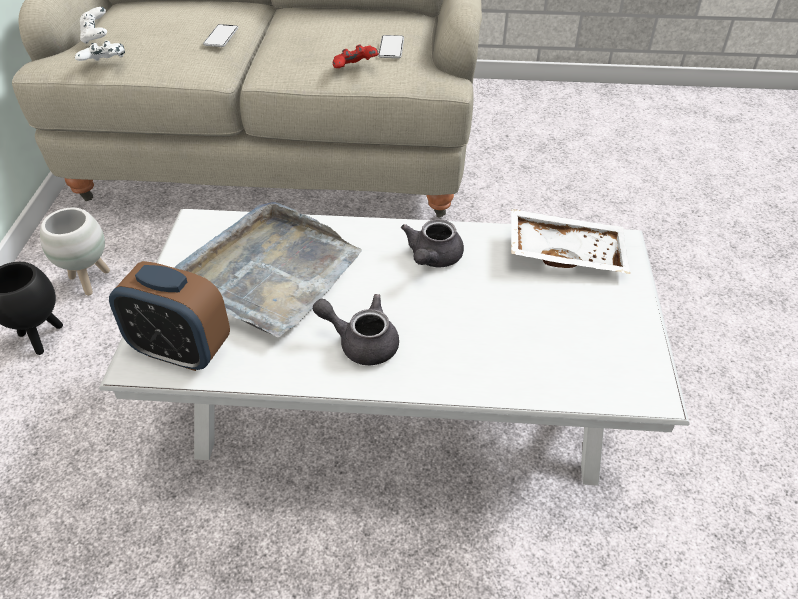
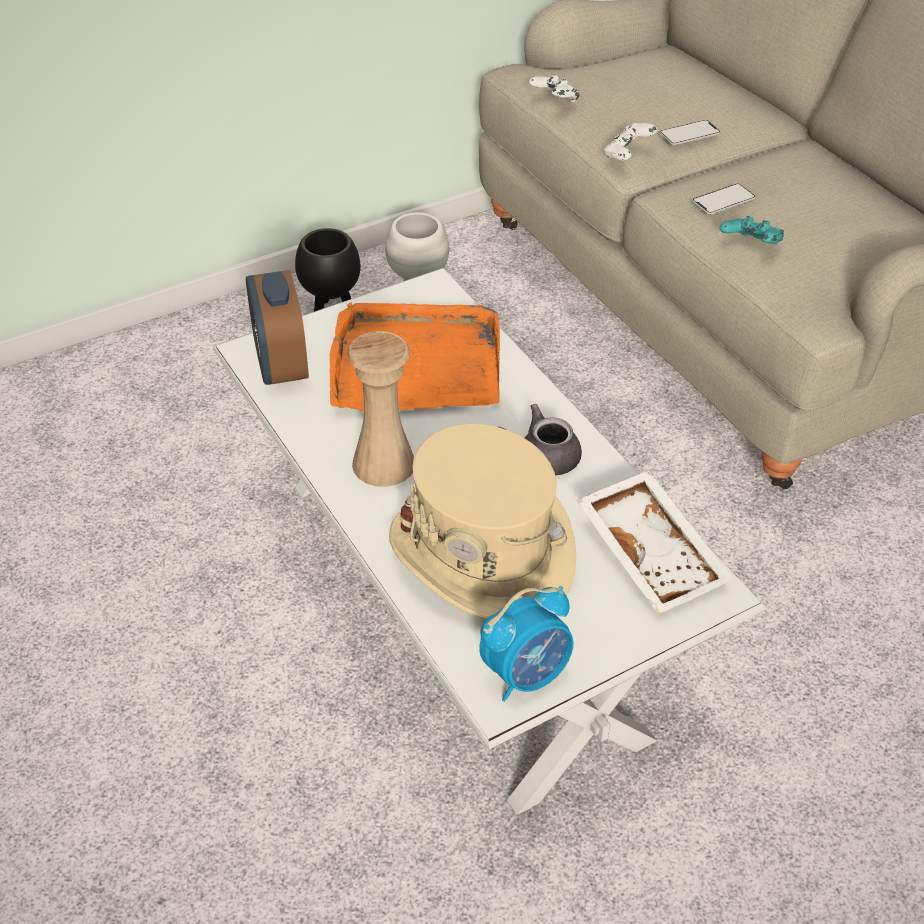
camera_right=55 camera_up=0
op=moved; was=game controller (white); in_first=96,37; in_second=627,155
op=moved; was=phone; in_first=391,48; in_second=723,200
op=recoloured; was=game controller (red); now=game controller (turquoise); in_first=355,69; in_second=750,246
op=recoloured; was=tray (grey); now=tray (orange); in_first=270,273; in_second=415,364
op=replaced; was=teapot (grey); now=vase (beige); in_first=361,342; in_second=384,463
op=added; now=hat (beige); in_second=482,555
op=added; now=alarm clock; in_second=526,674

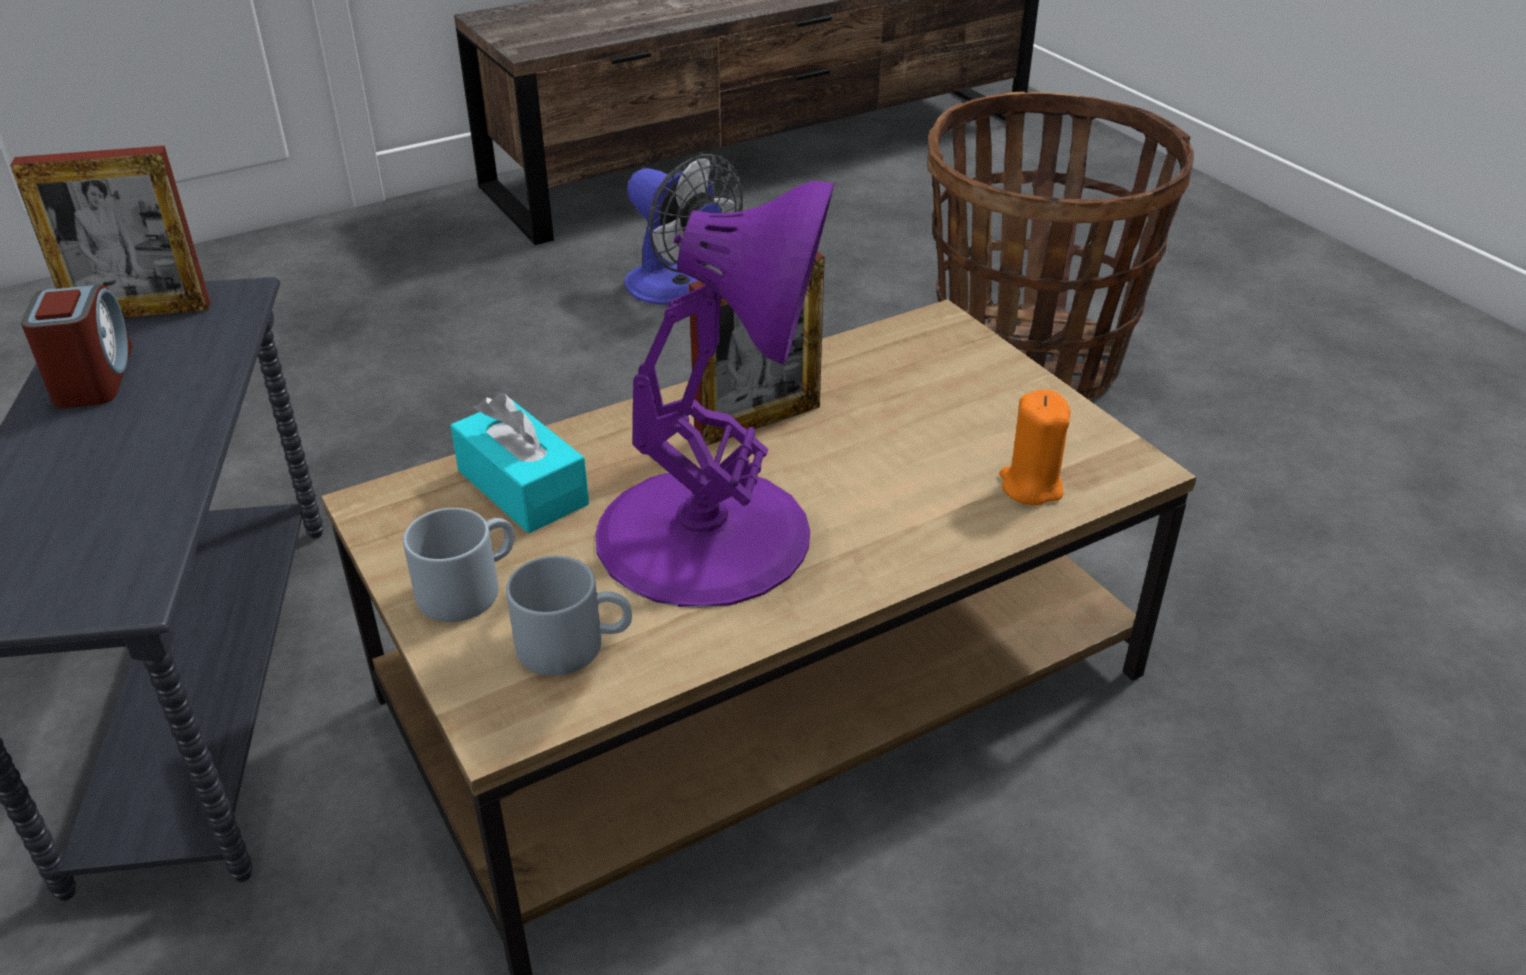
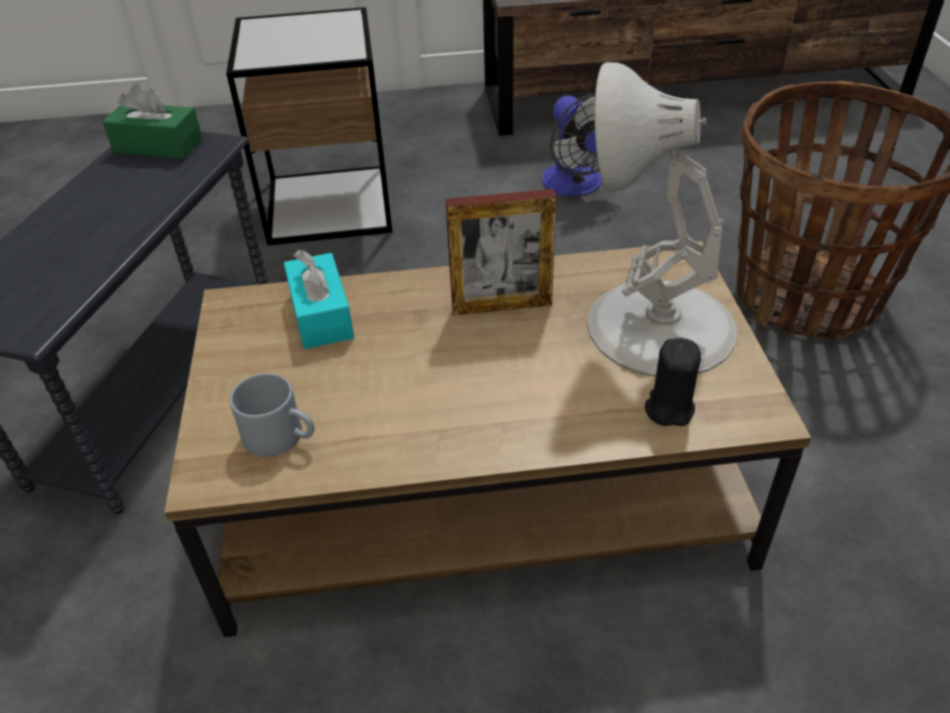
camera_right=25 camera_up=5
op=replaced; was=picture frame; now=tissue box (green); in_first=140,312; in_second=158,146
op=removed; was=table lamp (purple); in_first=708,534
op=removed; was=alarm clock; in_first=93,377
op=recoloured; was=candle (orange); now=candle (black); in_first=1030,486; in_second=669,409
op=removed; was=mug (grey); in_first=469,586
op=added; now=side table; in_second=329,205
op=added; now=table lamp (white); in_second=657,326

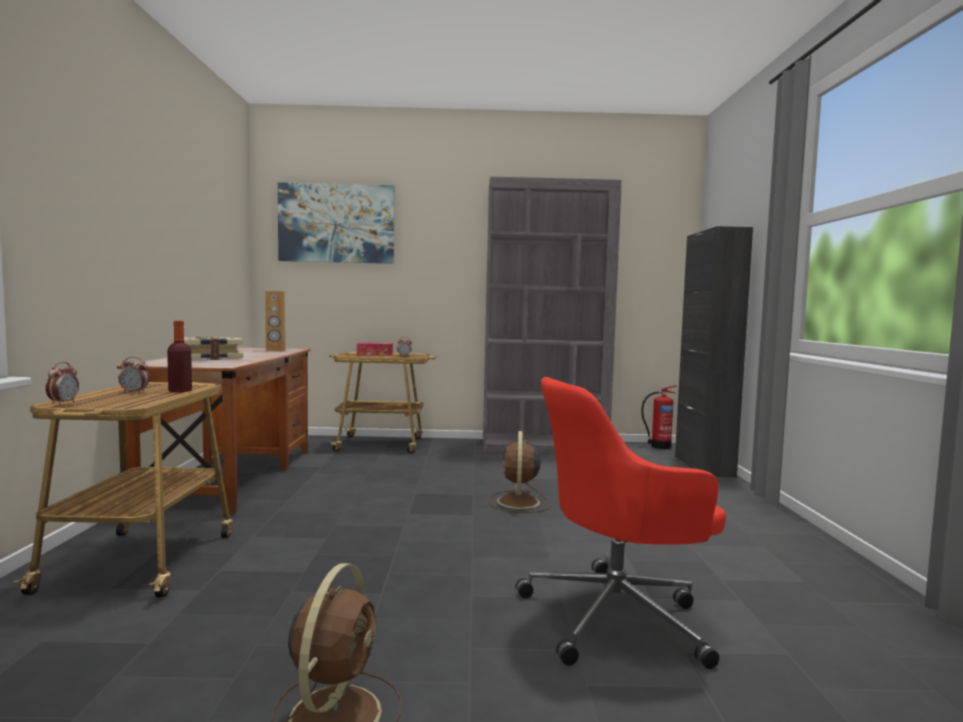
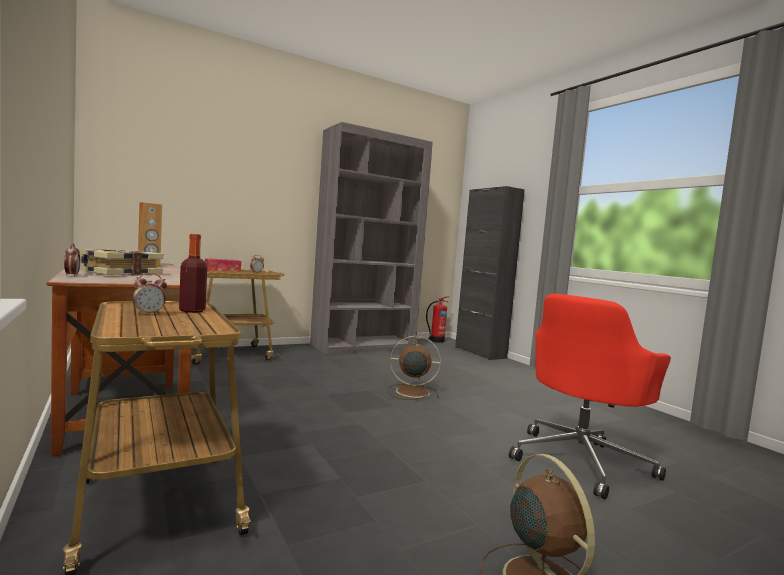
camera_right=-30 camera_up=0
op=removed; was=picture; in_first=336,223
op=moved; was=alarm clock; in_first=63,403; in_second=72,275
op=turned; was=fan (brown); in_first=518,502; in_second=410,392; clockwise=120

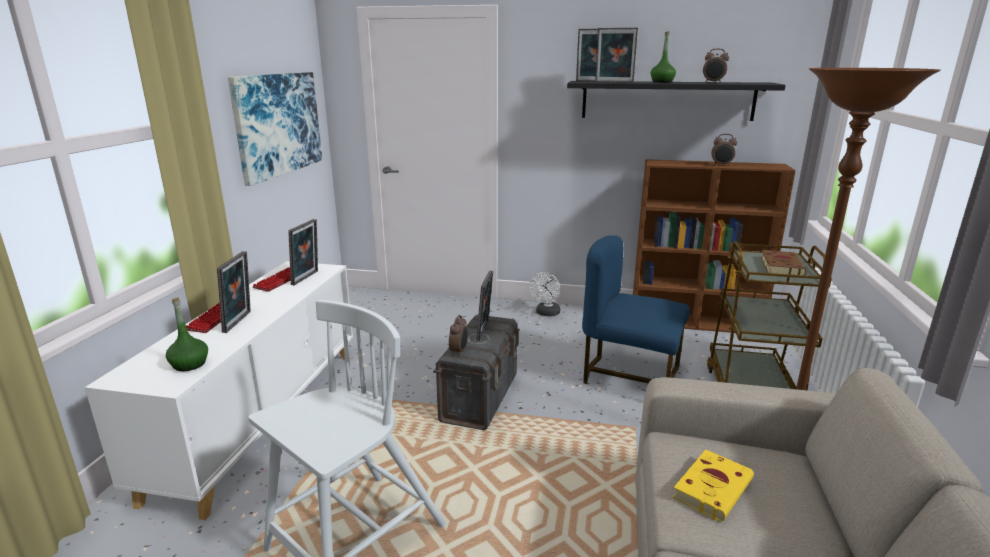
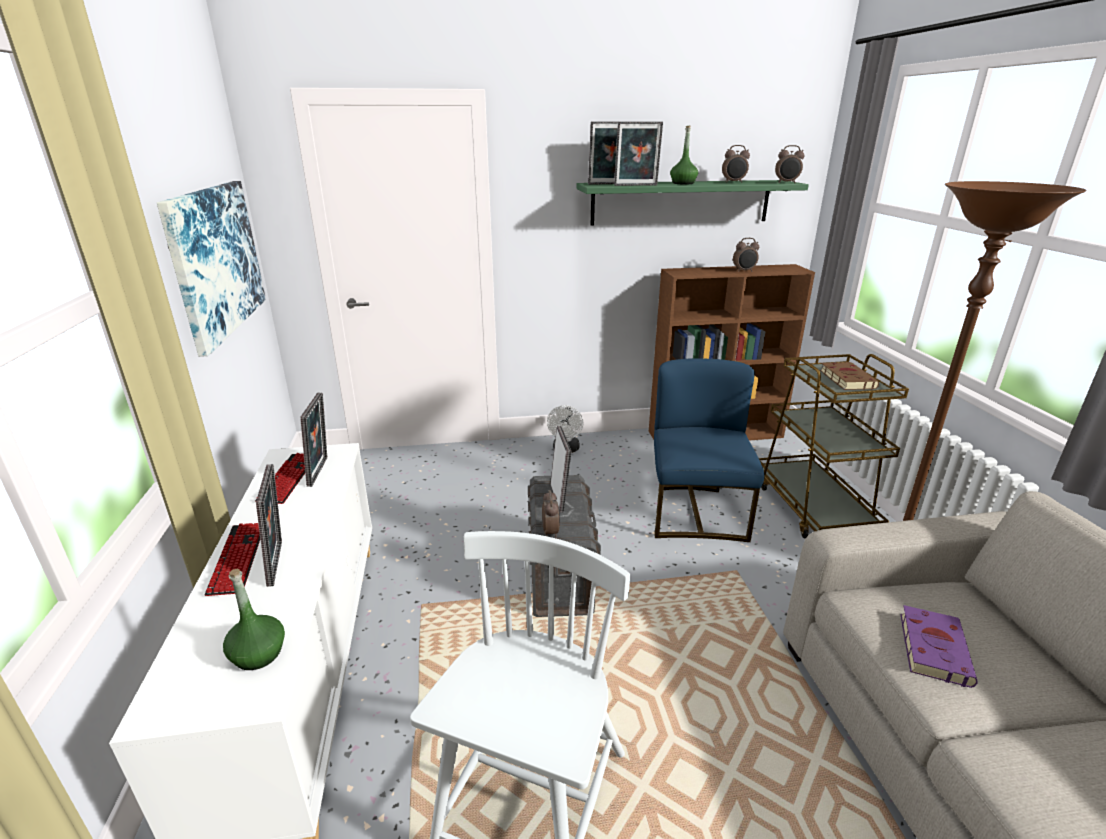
camera_right=-20 camera_up=5
op=recoloured; was=shelf (black); now=shelf (green); in_first=667,100; in_second=681,202
op=turned; was=chair (blue); in_first=630,378; in_second=696,512; clockwise=90
op=recoloured; was=book (yellow); now=book (purple); in_first=713,487; in_second=933,647
op=added; now=alarm clock; in_second=786,183

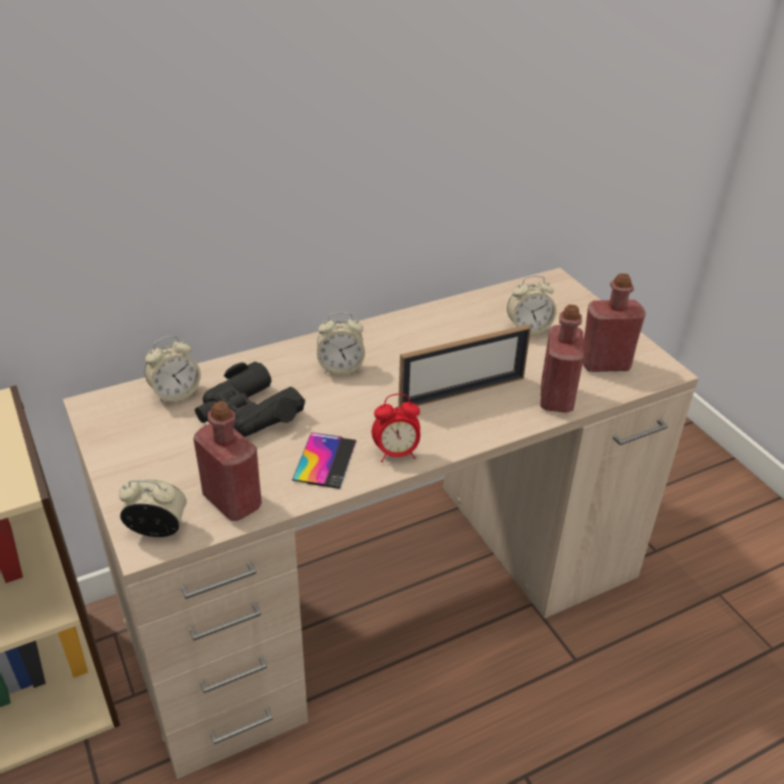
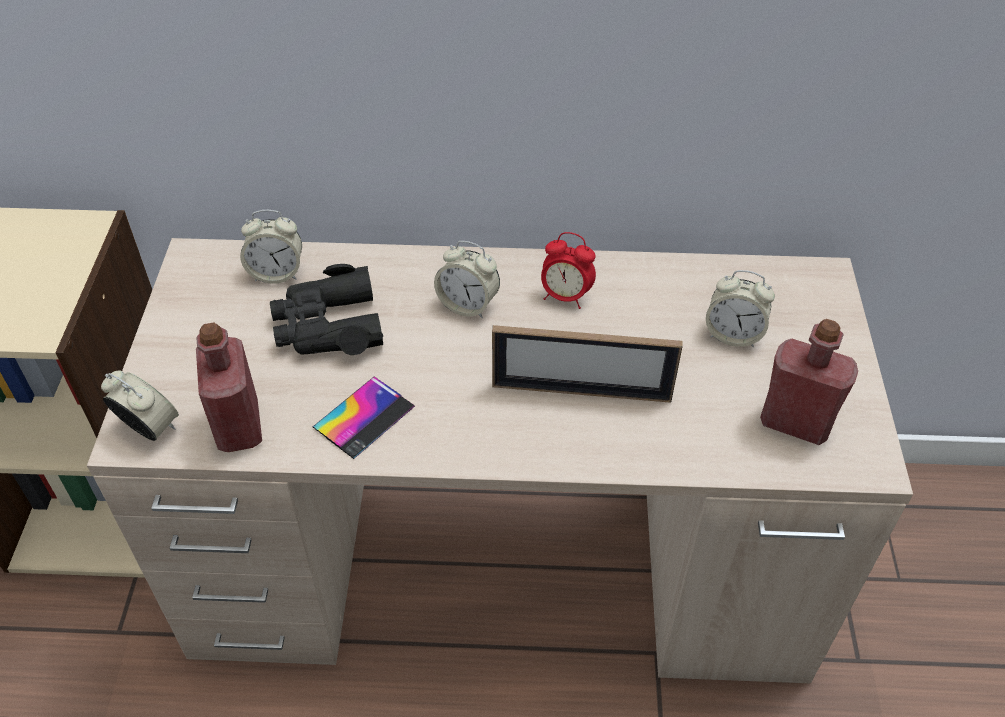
camera_right=30 camera_up=10
op=removed; was=bottle (red); in_first=556,398
op=moved; was=alarm clock; in_first=396,453; in_second=565,297

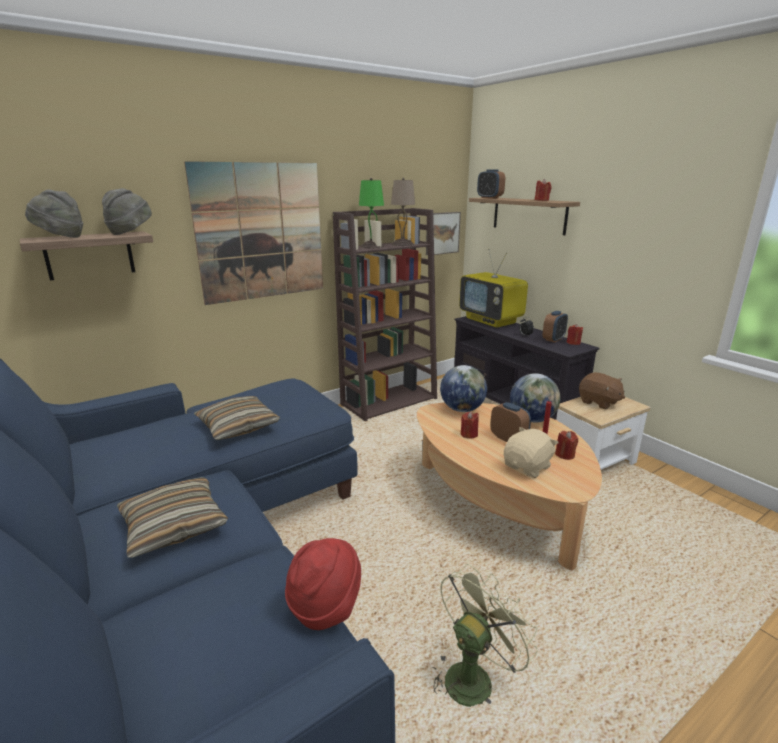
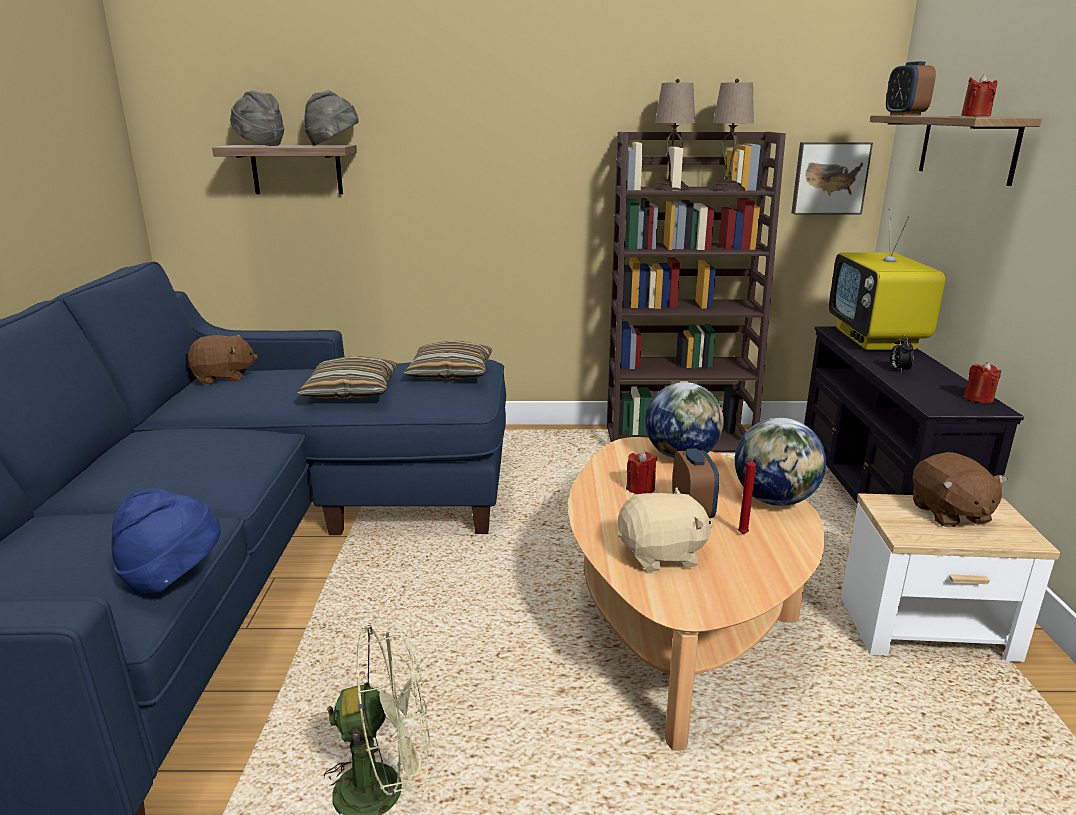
camera_right=35 camera_up=0
op=removed; was=picture; in_first=261,232
op=recoloured; was=table lamp (green); now=table lamp (beige); in_first=371,246; in_second=670,188
op=removed; was=alarm clock; in_first=553,339
op=removed; was=candle (red); in_first=565,454
op=moved; was=pillow; in_first=174,526; in_second=451,373
op=recoloured; was=hat (red); now=hat (blue); in_first=325,605; in_second=173,577
op=added; now=plush toy (brown); in_second=224,378

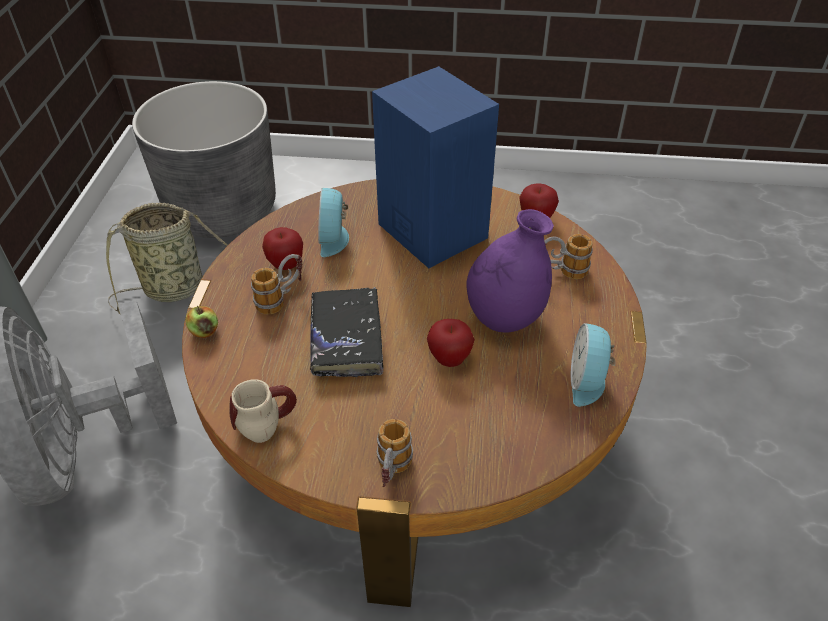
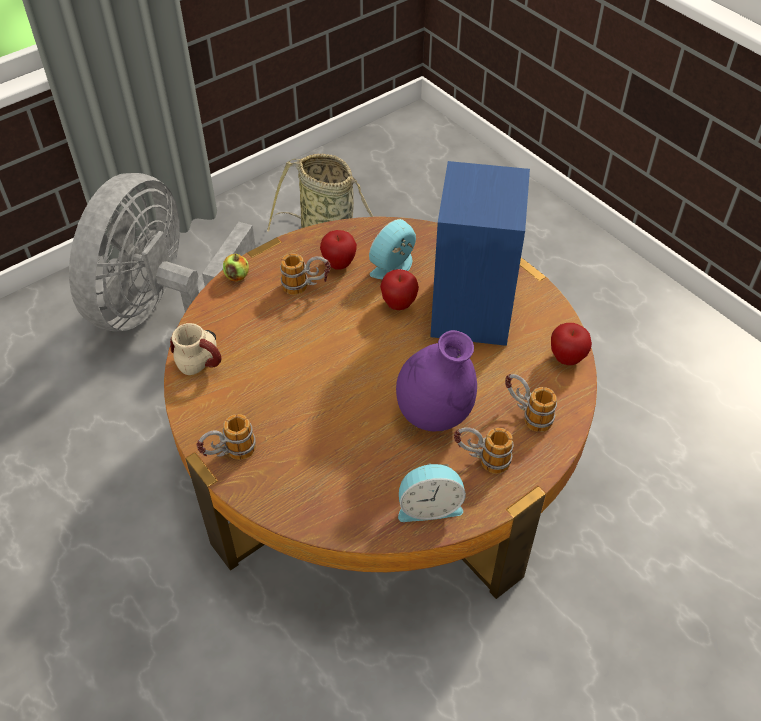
camera_right=45 camera_up=5
op=removed; was=planter (grey); in_first=222,209
op=removed; was=book (black); in_first=346,339
op=moved; was=apple; in_first=449,359; in_second=399,304
op=turned; was=alarm clock; in_first=588,380; in_second=429,505; clockwise=-150
op=added; now=mug; in_second=481,460

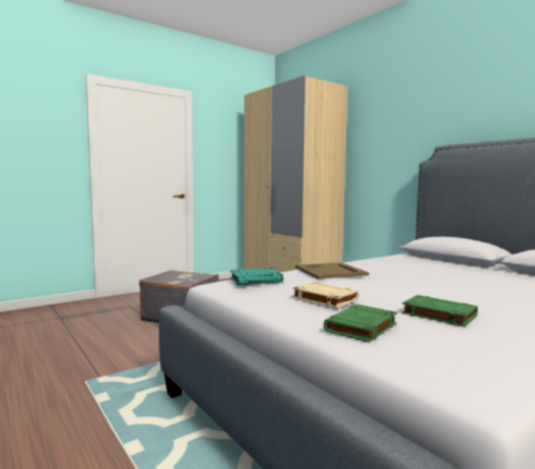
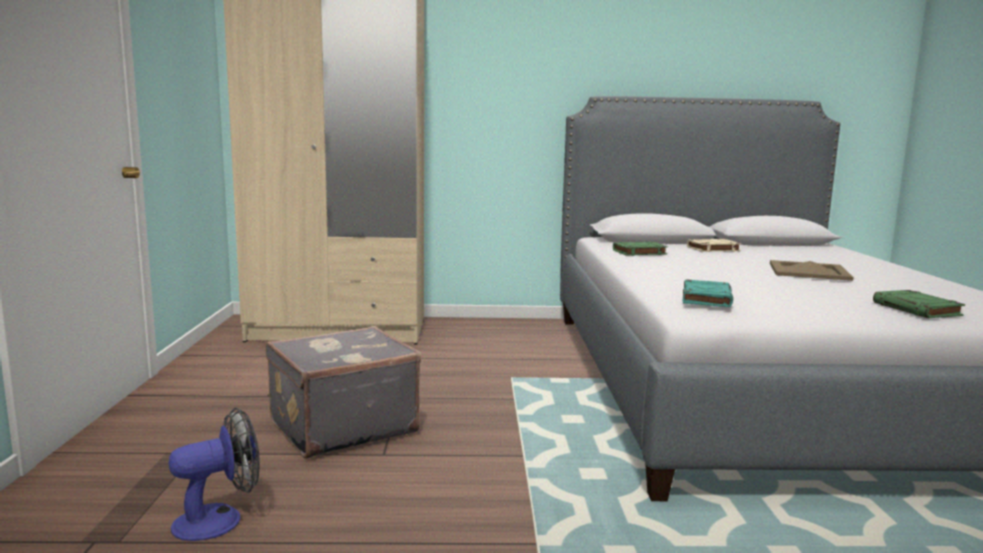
camera_right=-55 camera_up=5
op=moved; was=tray (beige); in_first=330,271; in_second=808,271
op=moved; was=book (beige); in_first=324,298; in_second=712,249
op=moved; was=book (green); in_first=438,315; in_second=639,252
op=added; now=fan; in_second=219,519

